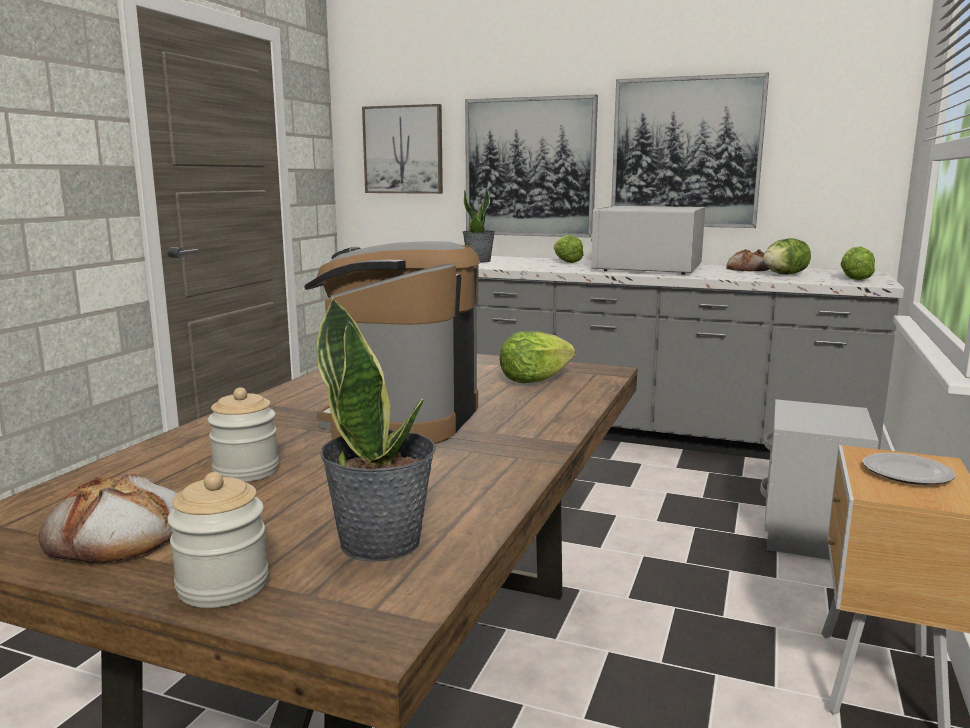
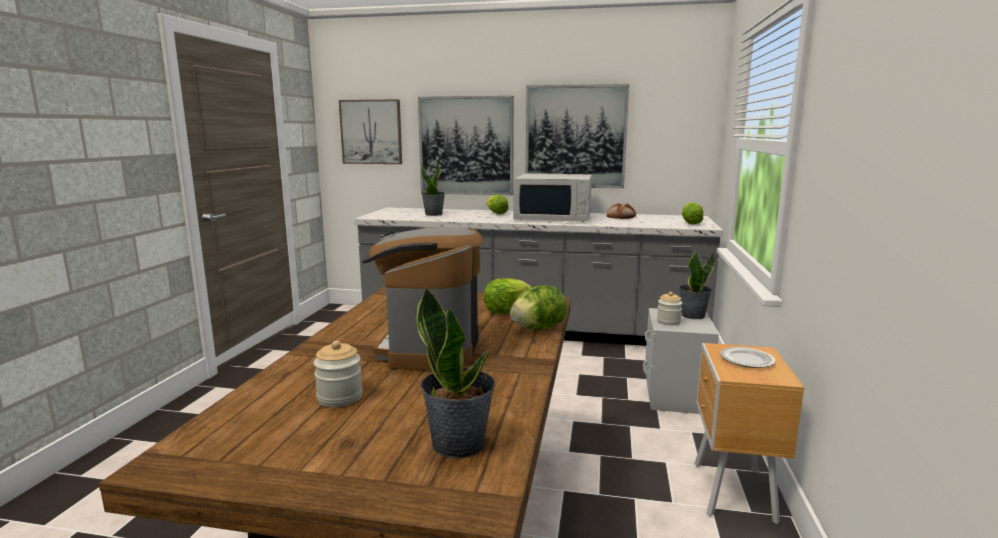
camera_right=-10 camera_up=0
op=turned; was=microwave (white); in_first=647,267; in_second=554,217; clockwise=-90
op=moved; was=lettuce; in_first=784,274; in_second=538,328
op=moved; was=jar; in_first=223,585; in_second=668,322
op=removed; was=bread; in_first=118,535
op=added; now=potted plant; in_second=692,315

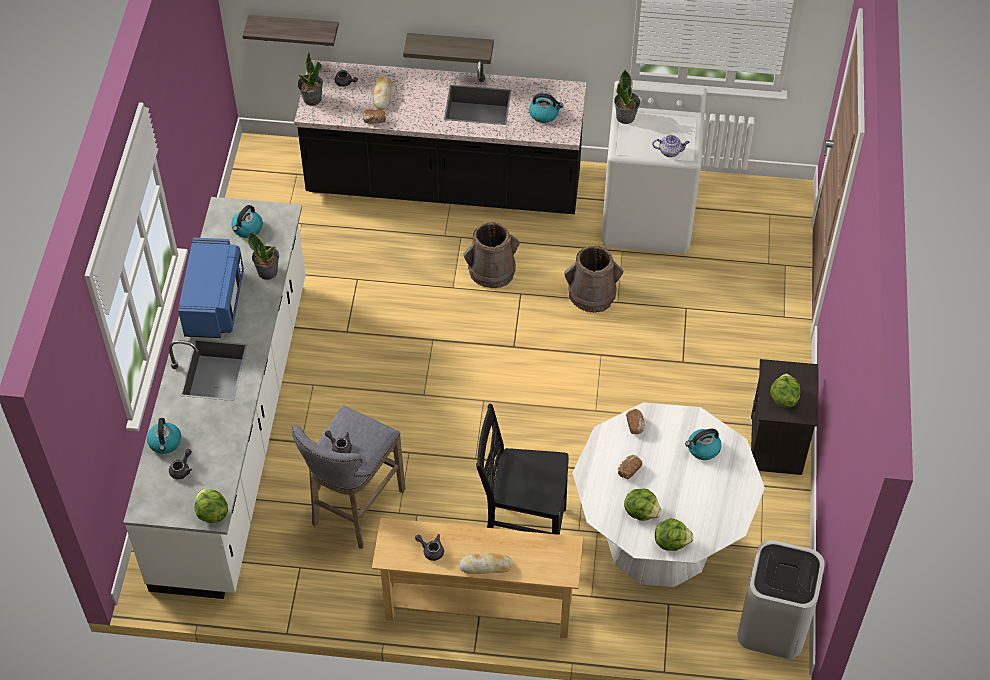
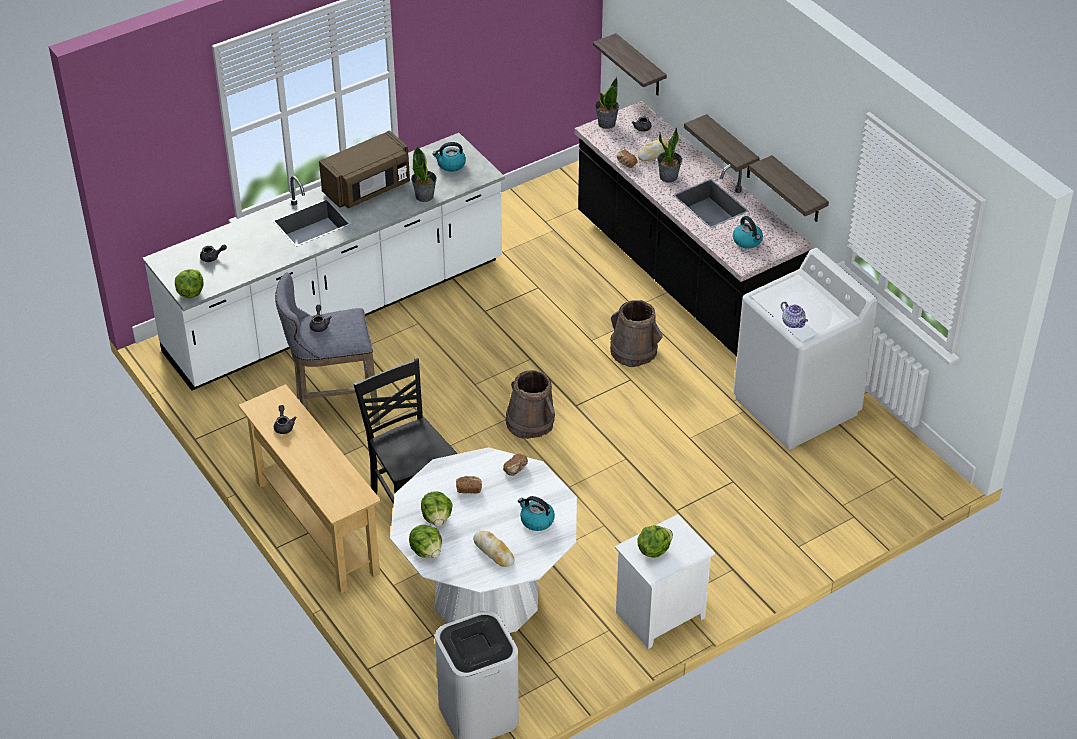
camera_right=50 camera_up=-10
op=moved; was=potted plant; in_first=625,117; in_second=668,177
op=recoloured; was=microwave (blue); now=microwave (brown); in_first=214,303; in_second=368,188
op=moved; was=bucket (brown); in_first=592,293; in_second=530,422
op=recoloured; was=nightstand (black); now=nightstand (white); in_first=777,446; in_second=660,616
op=removed; was=kettle; in_first=165,443
op=moved; was=bread; in_first=486,566; in_second=493,551
op=added; now=shelf; in_second=798,191

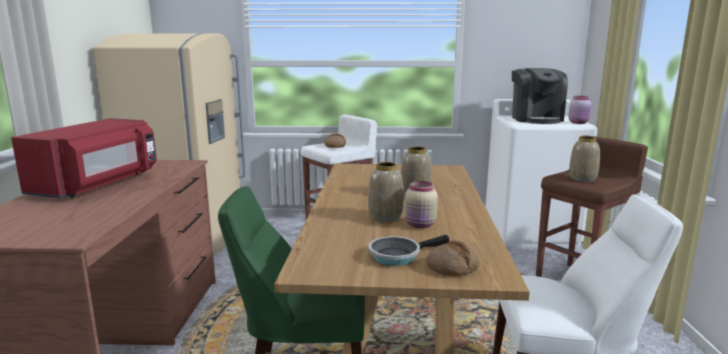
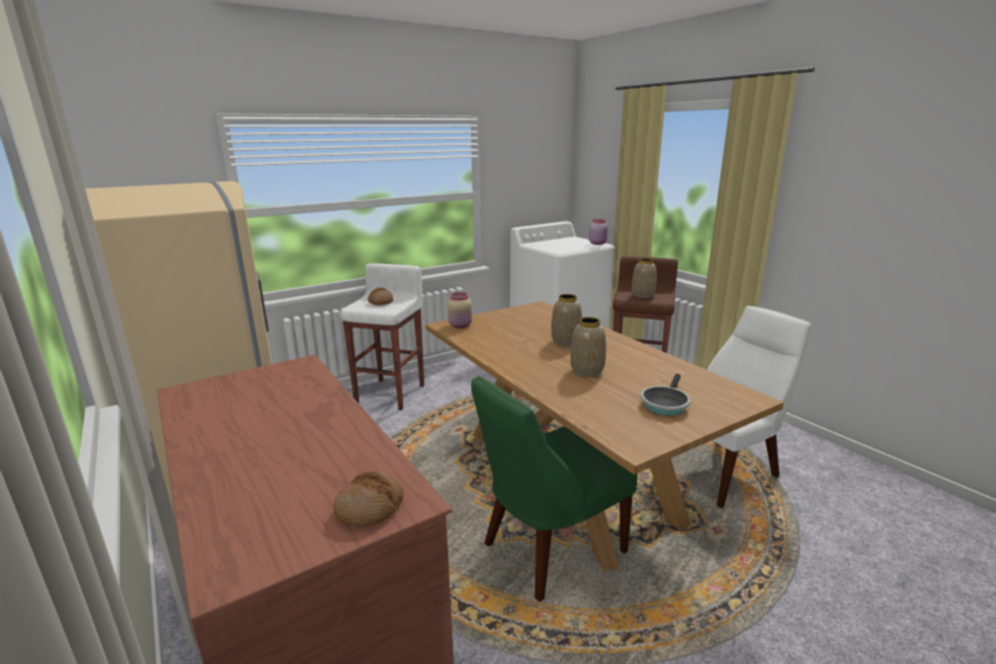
camera_right=-35 camera_up=5
op=removed; was=coffee machine; in_first=536,119
op=removed; was=microwave (red); in_first=99,184
op=moved; was=jar (beige); in_first=420,225; in_second=461,325
op=moved; was=bread; in_first=452,267; in_second=370,507

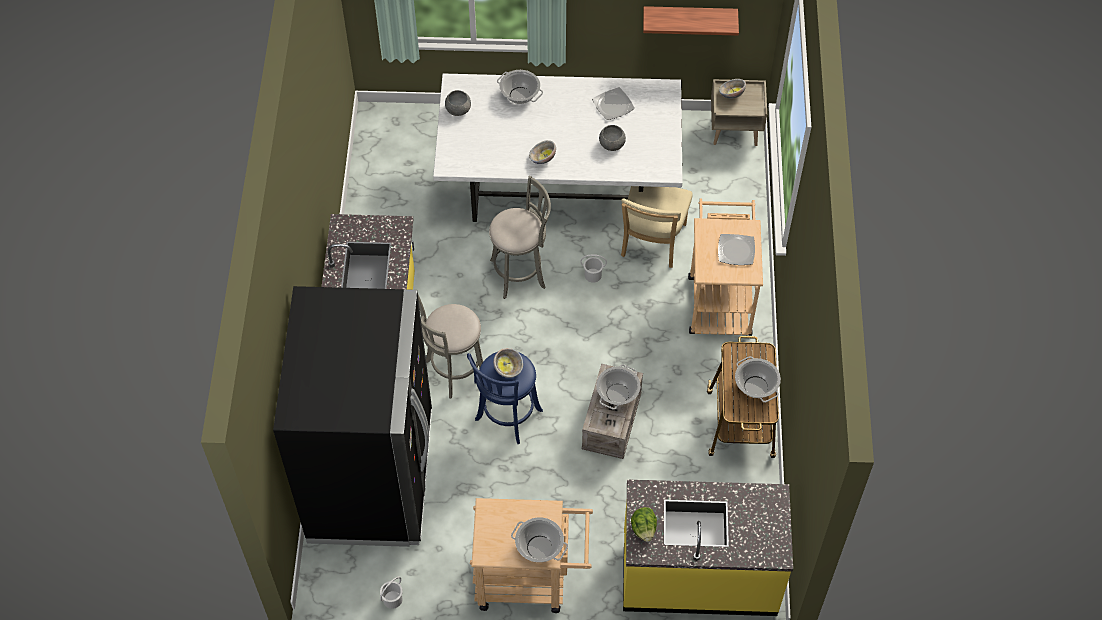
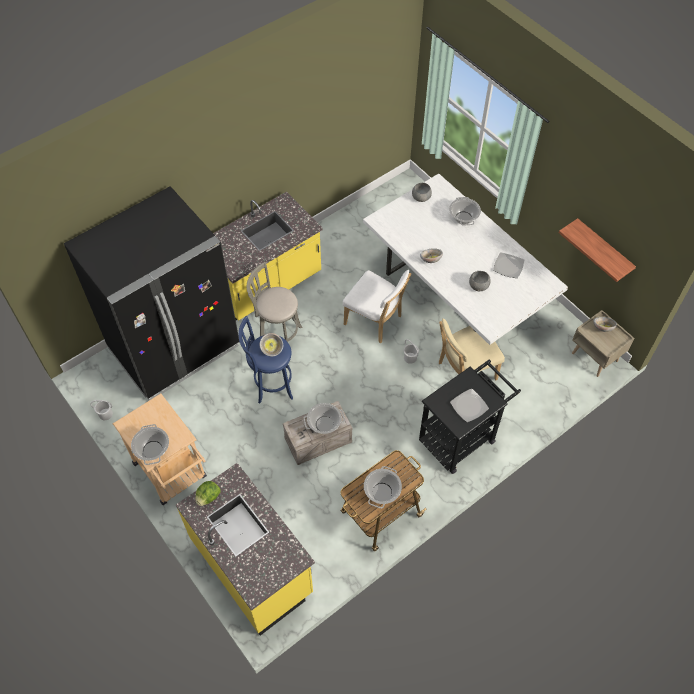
camera_right=50 camera_up=0
op=replaced; was=stool (grey); now=chair (white); in_first=521,273; in_second=375,321
op=recoloured; was=cart (beige); now=cart (black); in_first=719,298; in_second=461,436

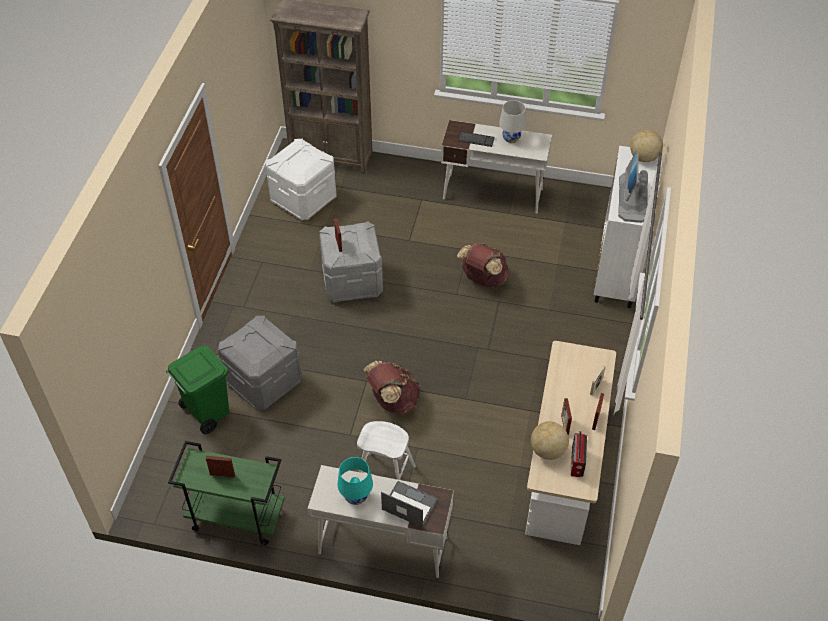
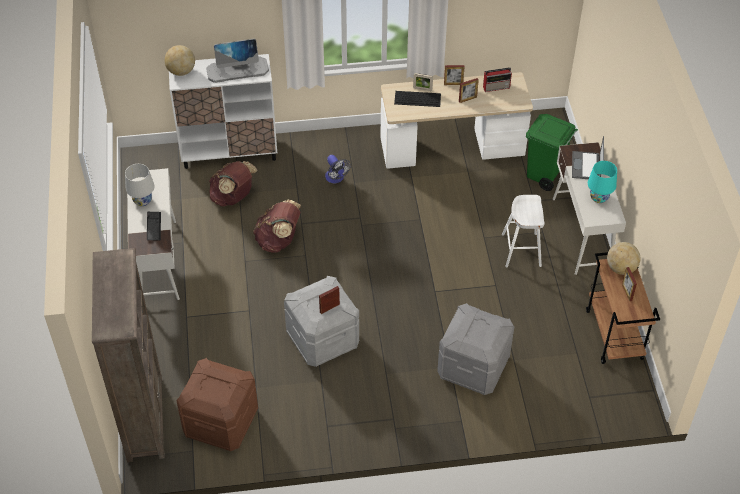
camera_right=-110 camera_up=0
op=recoloured; was=storage box (white); now=storage box (brown); in_first=303,199; in_second=221,422
op=moved; was=trash can (green); in_first=207,412; in_second=544,175
op=moved; was=backpack (brown); in_first=393,401; in_second=233,197
op=moved; was=globe; in_first=547,450; in_second=621,268
op=recoloured; was=cart (green); now=cart (brown); in_first=235,518; in_second=614,335
op=added; now=keyboard; in_second=418,98
op=added; now=fan; in_second=336,178

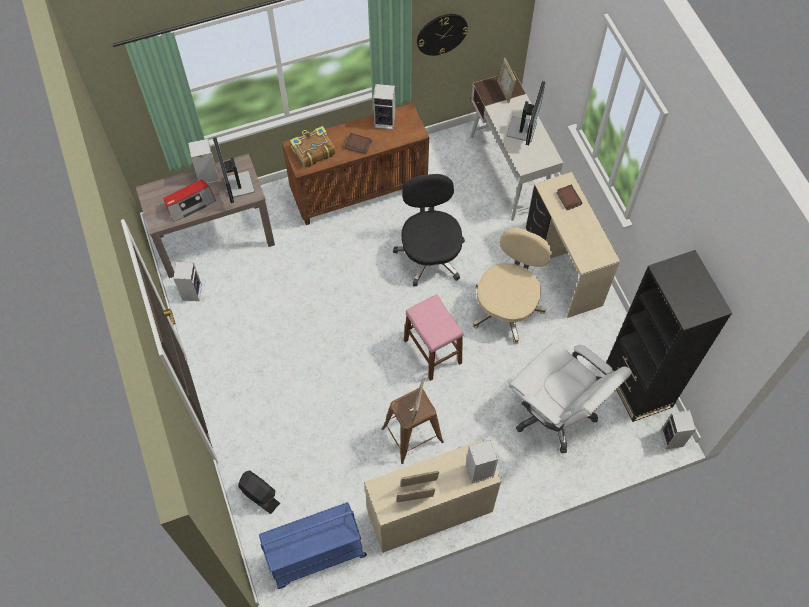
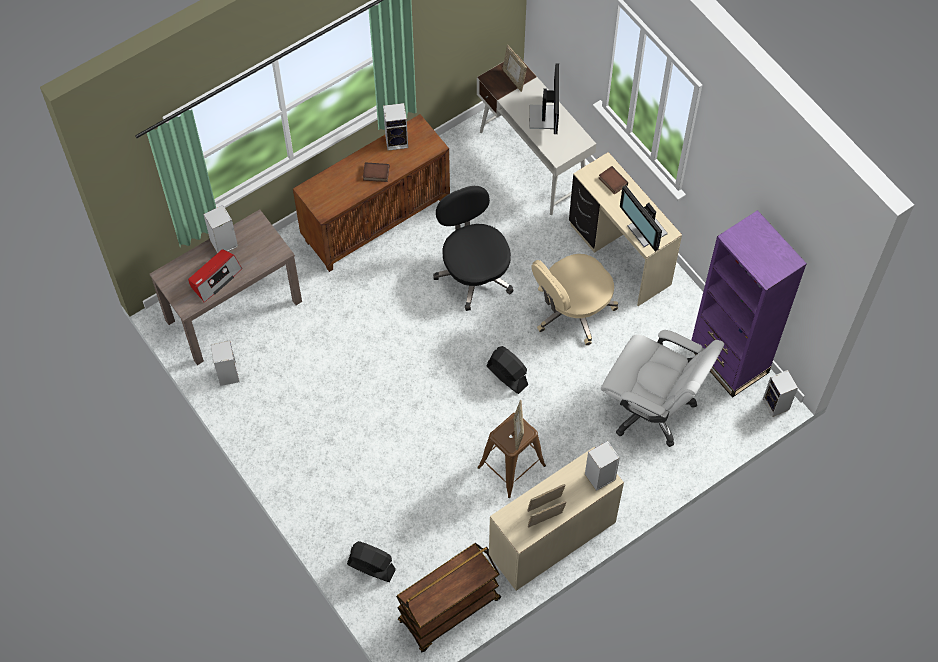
camera_right=-15 camera_up=0
op=removed; was=wall clock; in_first=441,34
op=removed; was=book; in_first=312,151
op=moved; was=monitor; in_first=237,186; in_second=646,231
op=turned; was=office chair (beige); in_first=507,307; in_second=572,310; clockwise=-135
op=recoloured; was=bookcase (black); now=bookcase (purple); in_first=637,386; in_second=728,360
op=replaced; was=stool (pink); now=fan (black); in_first=432,351; in_second=507,375
op=recoloured; was=cart (blue); now=cart (brown); in_first=316,556; in_second=449,611

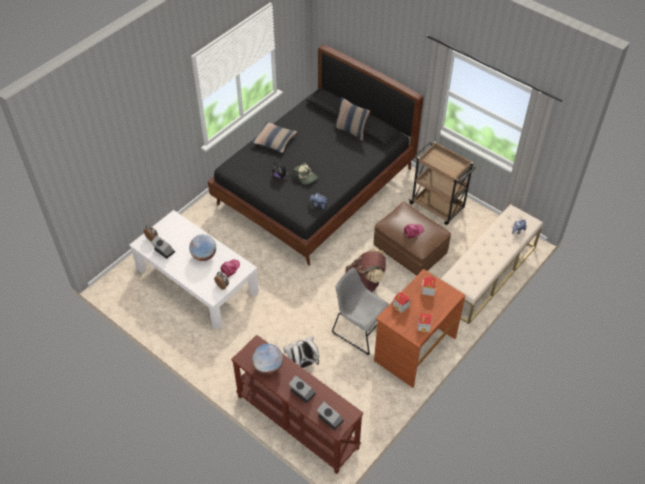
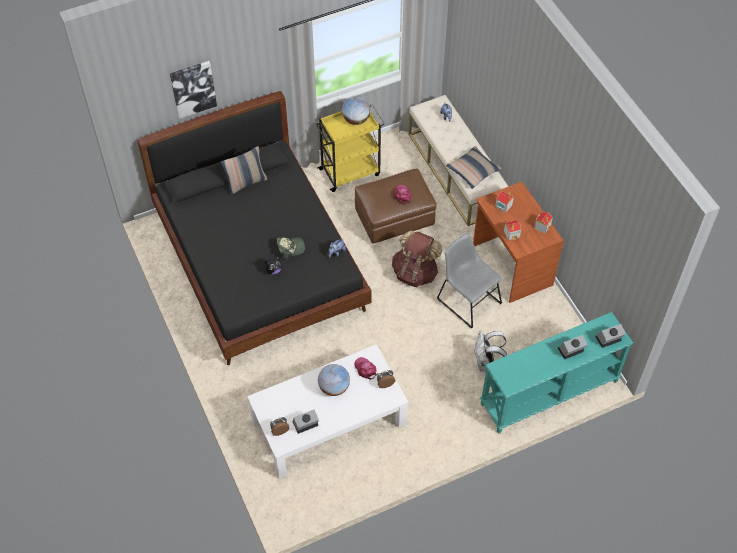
camera_right=-65 camera_up=5
op=moved; was=pillow; in_first=274,141; in_second=473,170
op=recoloured; was=cart (brown); now=cart (yellow); in_first=437,207; in_second=350,171
op=turned; was=chair (grey); in_first=359,329; in_second=467,299; clockwise=75
op=recoloured; was=console table (brown); now=console table (turquoise); in_first=296,422; in_second=549,393
op=moved; was=globe; in_first=268,367; in_second=356,120
op=added; now=picture; in_second=193,88

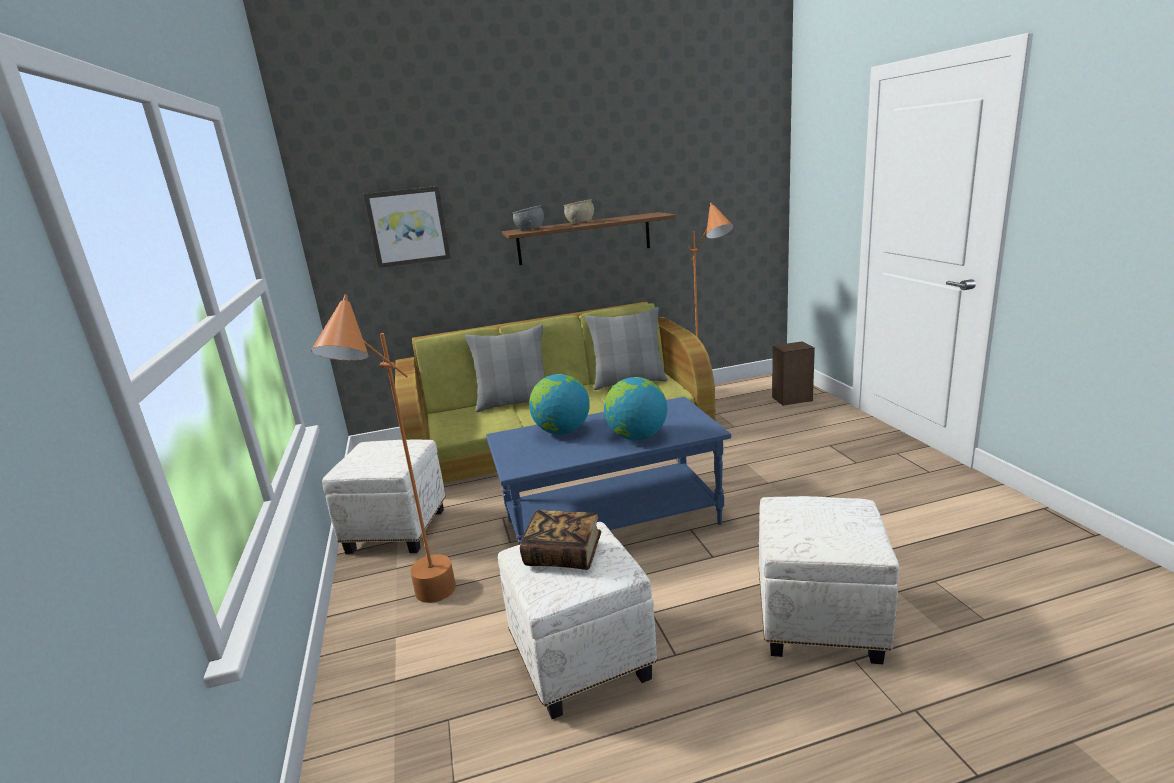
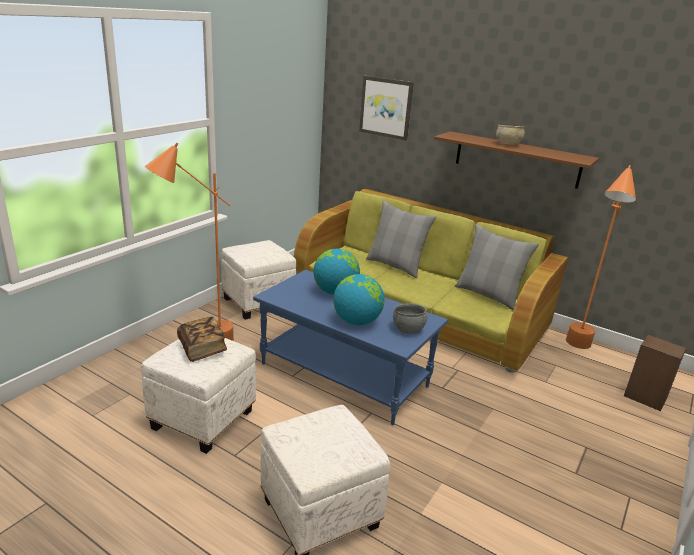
camera_right=45 camera_up=5
op=moved; was=bowl (grey); in_first=530,229; in_second=408,329

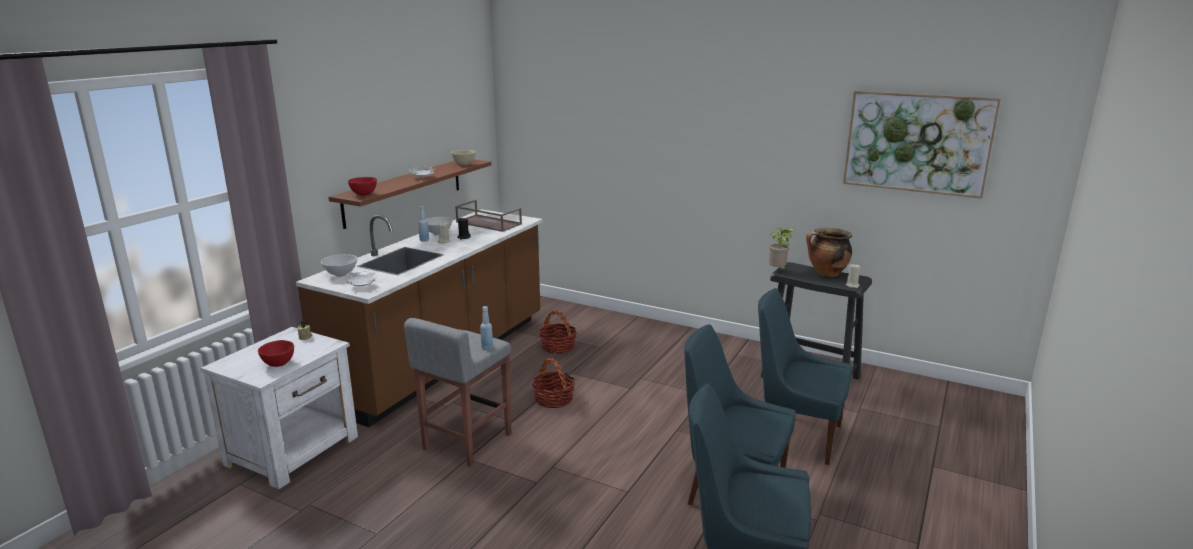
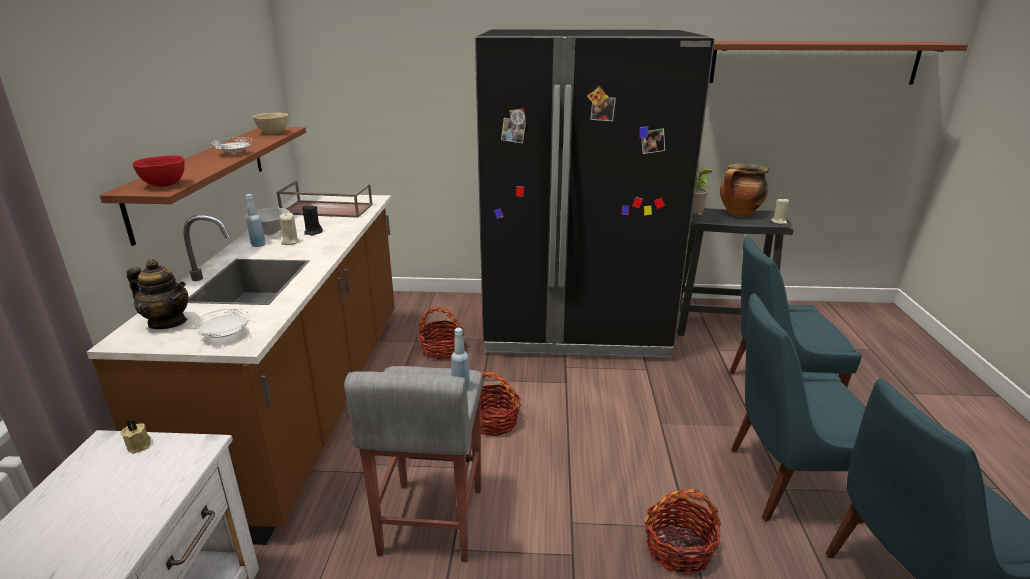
camera_right=-25 camera_up=5
op=replaced; was=picture; now=shelf (brown); in_first=917,143; in_second=814,62
op=replaced; was=bowl (white); now=teapot; in_first=341,275; in_second=168,322
op=removed; was=bowl (red); in_first=278,363
op=added; now=fridge (black); in_second=575,325
op=added; now=basket; in_second=678,549

